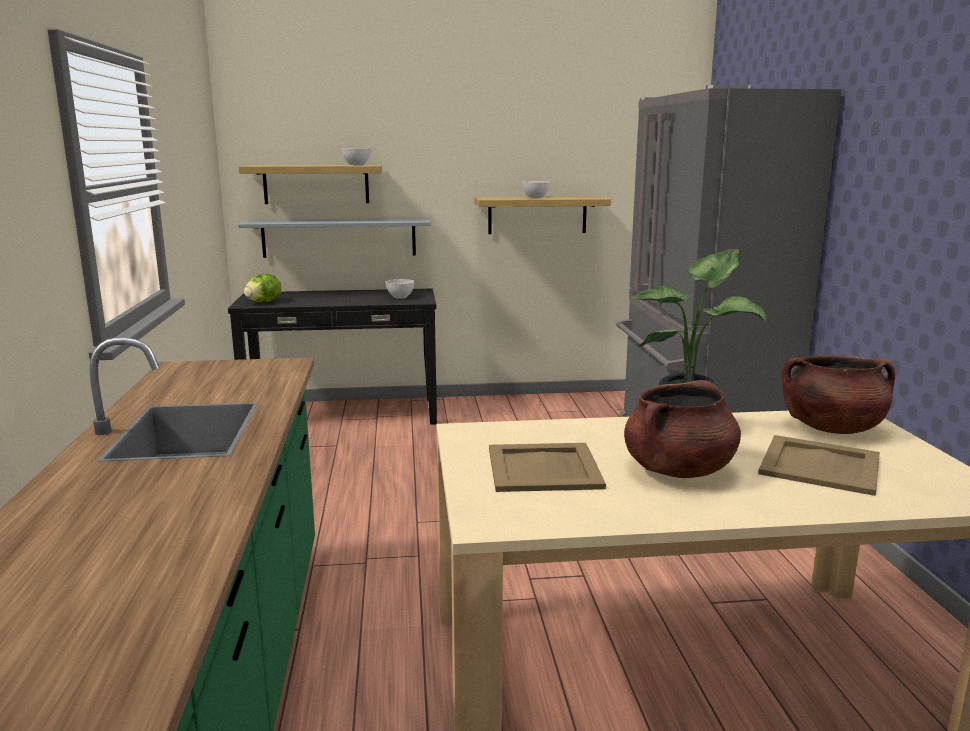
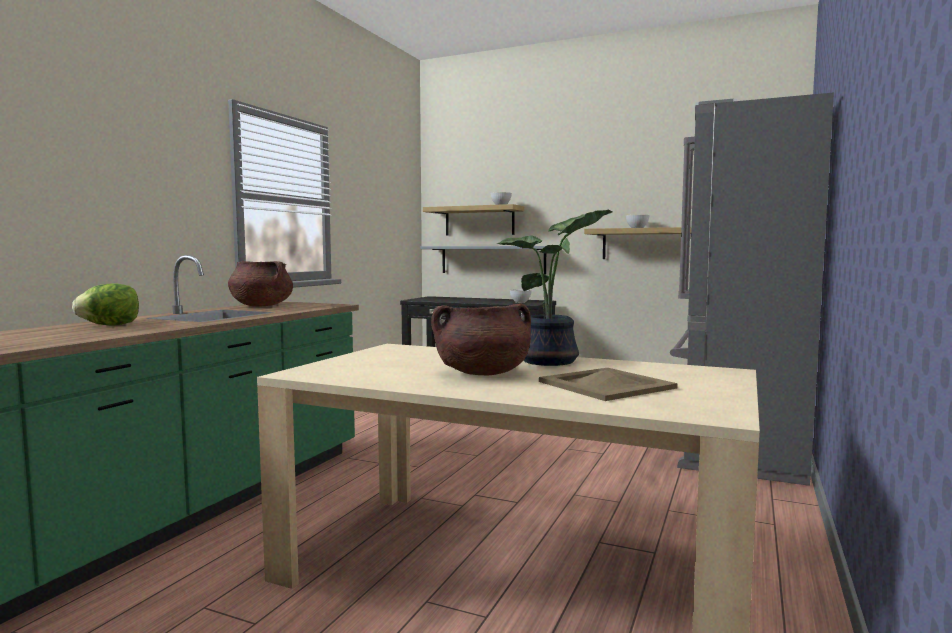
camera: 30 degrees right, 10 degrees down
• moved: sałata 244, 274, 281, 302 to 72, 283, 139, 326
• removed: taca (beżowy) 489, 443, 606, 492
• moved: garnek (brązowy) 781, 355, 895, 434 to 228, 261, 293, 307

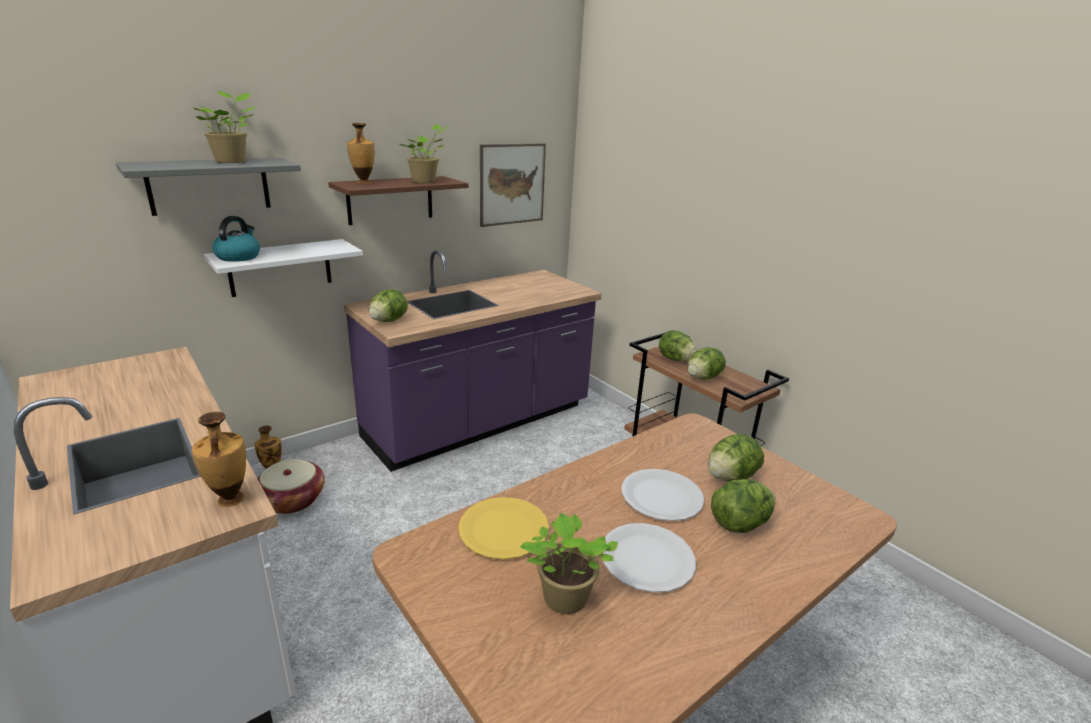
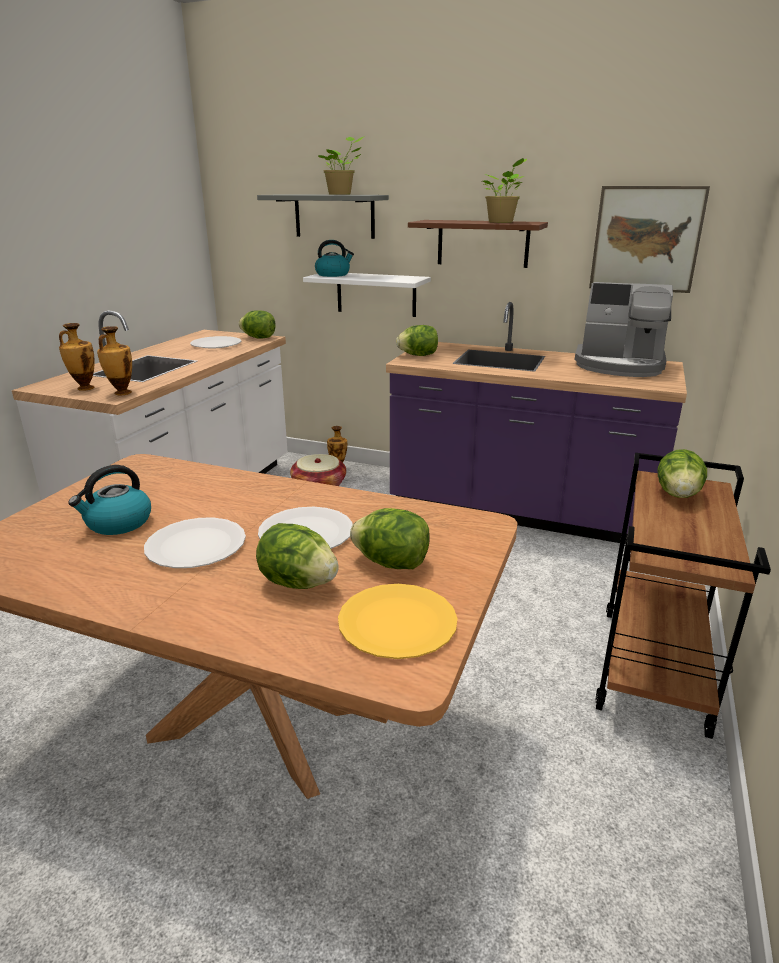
camera: 60 degrees right, 0 degrees up
• moved: wazon 347, 123, 374, 184 to 59, 323, 95, 391
• moved: talerz (żółty) 458, 497, 549, 559 to 338, 584, 457, 659
• replaced: roślina doniczkowa 520, 513, 618, 614 to czajnik 68, 465, 151, 535
• moved: sałata 688, 347, 726, 380 to 239, 310, 276, 338
• added: talerz (biały) 190, 336, 241, 349
• added: ekspres do kawy 575, 282, 673, 377

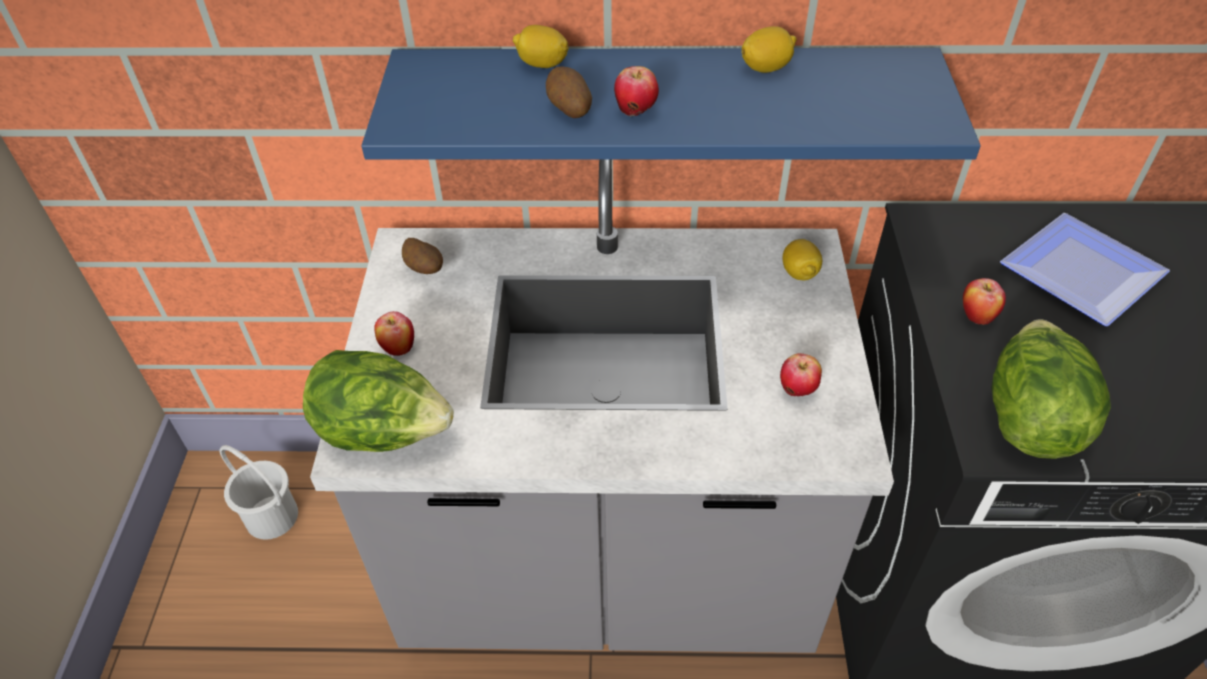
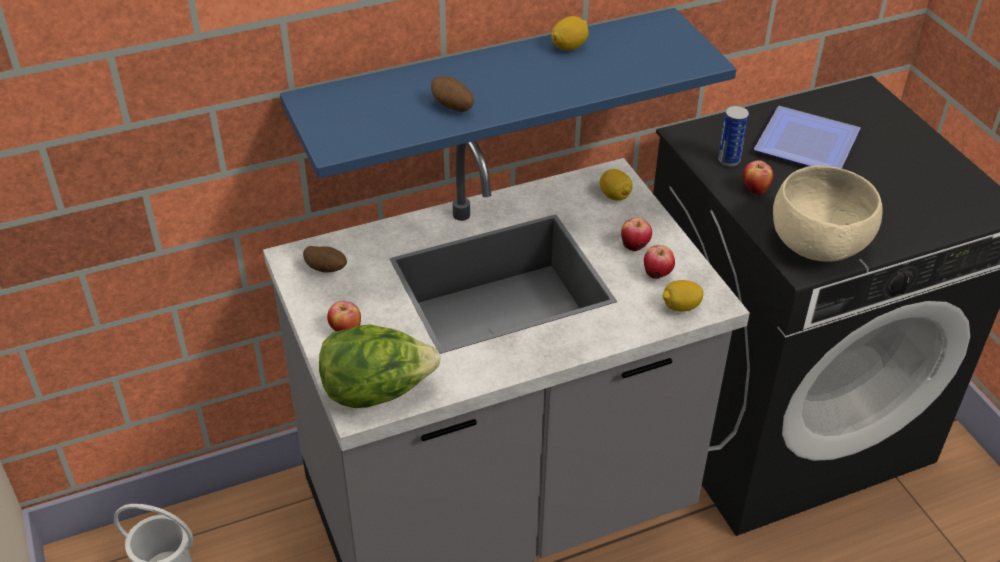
camera: 25 degrees left, 5 degrees down
• moved: cytryna 513, 25, 569, 68 to 663, 280, 704, 312
• moved: jabłko 614, 66, 659, 116 to 621, 217, 652, 251
• replaced: sałata 991, 319, 1111, 459 to miska (beżowy) 773, 165, 883, 262
• added: puszka 718, 106, 749, 166

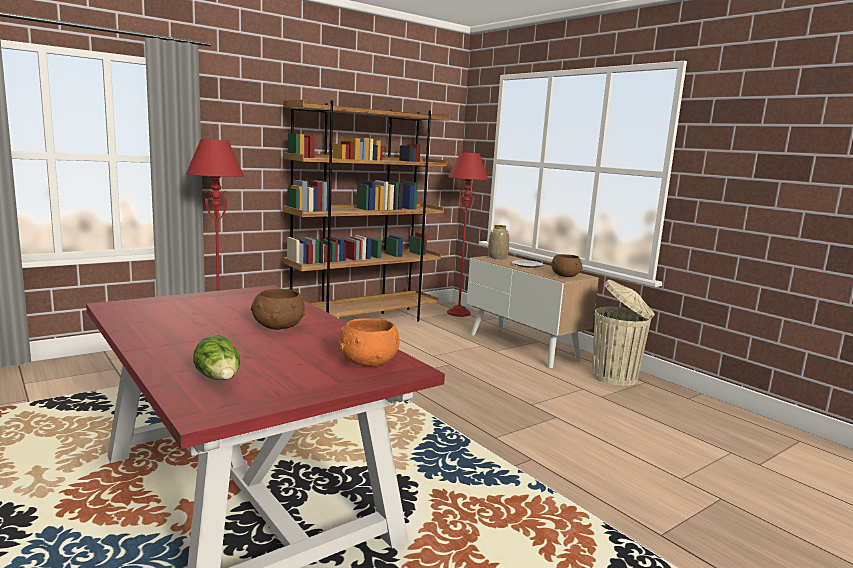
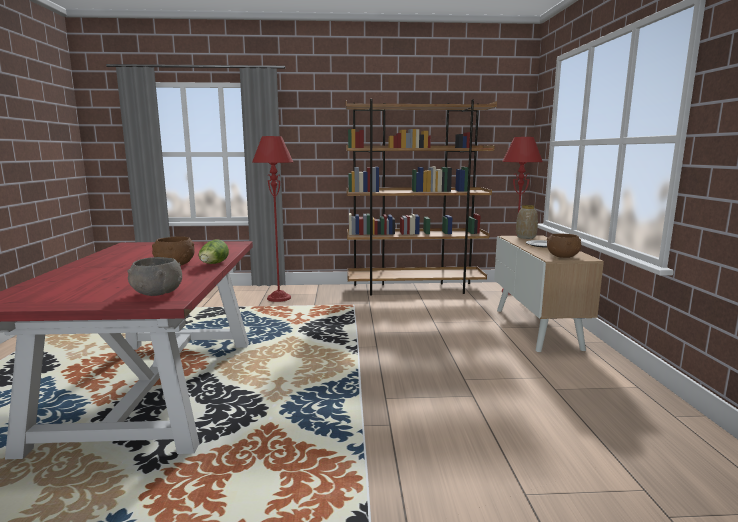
camera: 35 degrees right, 0 degrees up
• moved: sałata 193, 335, 240, 380 to 199, 239, 229, 264
• recoloured: miska (pomarańczowy) 339, 318, 400, 367 to miska (szary) 128, 257, 182, 296
• removed: kosz na śmieci (beżowy) 592, 279, 655, 386

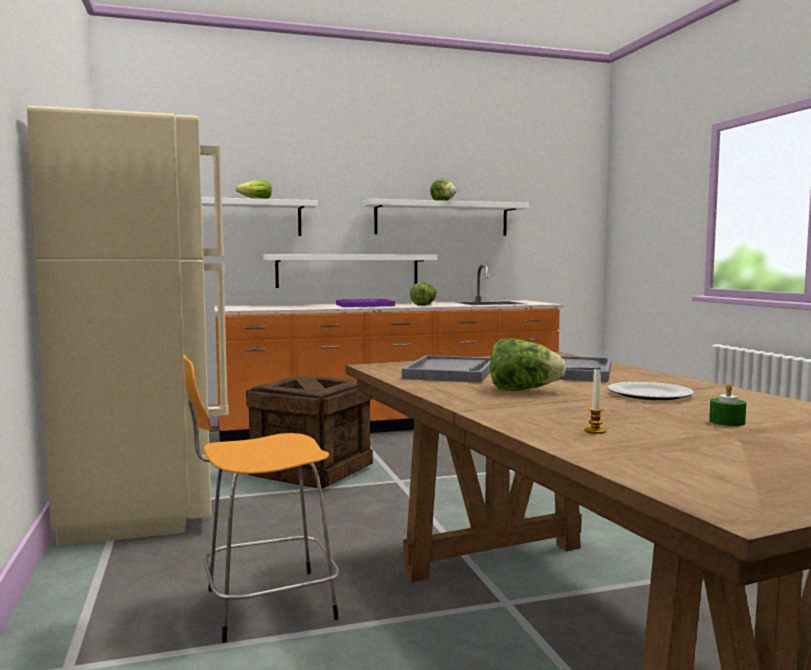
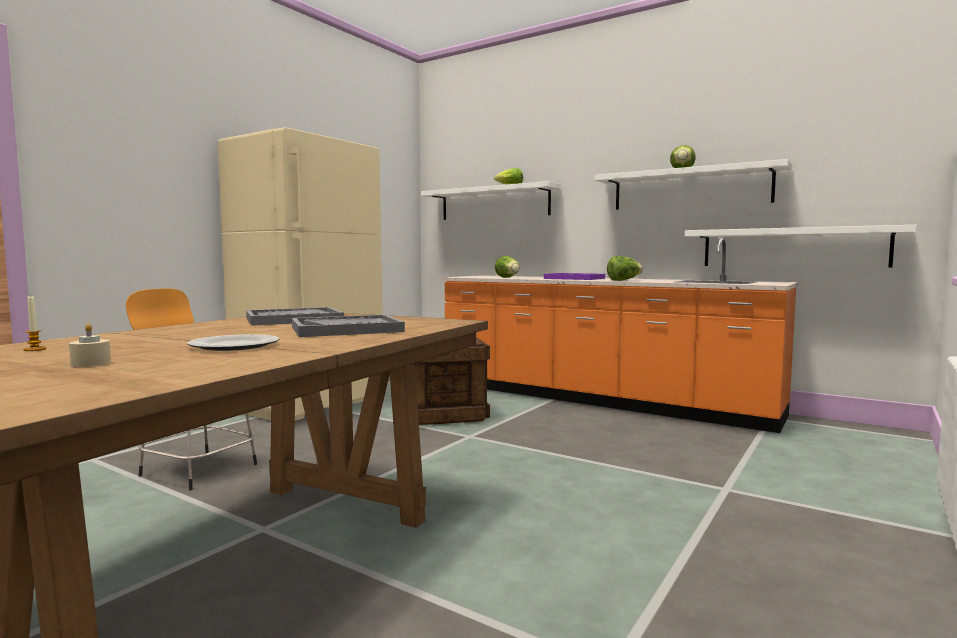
camera: 50 degrees right, 0 degrees up
• moved: półka (biały) 262, 254, 437, 288 to 685, 225, 917, 268
• moved: sałata 490, 339, 566, 391 to 495, 256, 520, 278
• recoloured: świeca (zielony) 709, 384, 746, 426 to świeca (beżowy) 69, 323, 111, 367

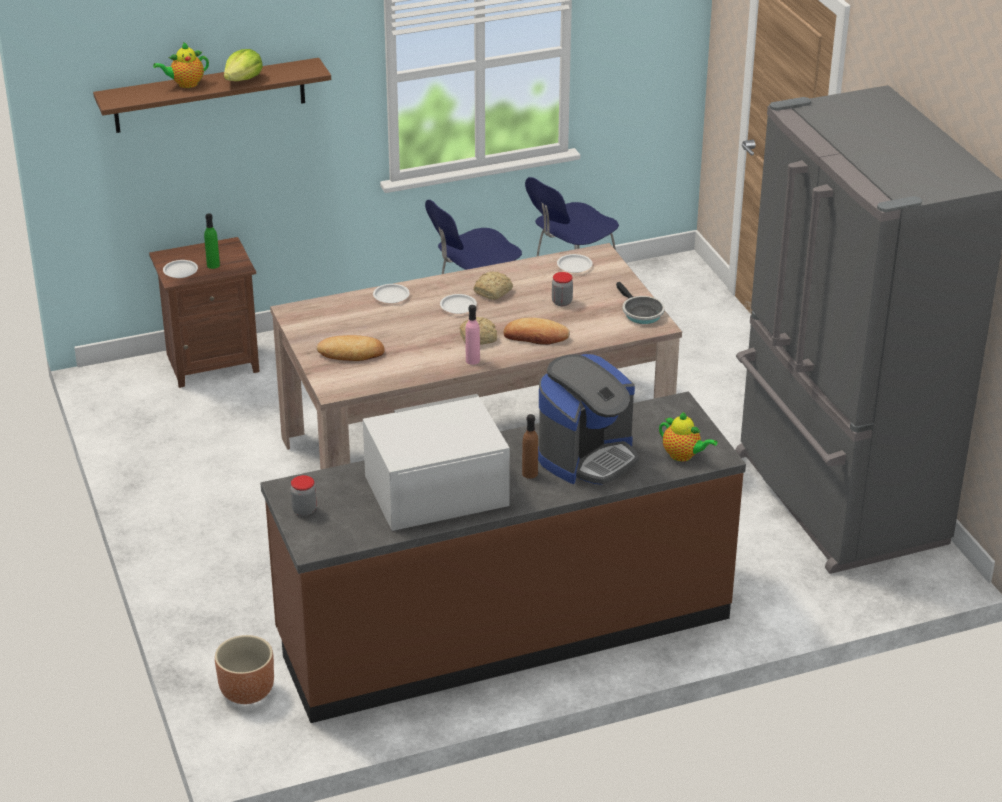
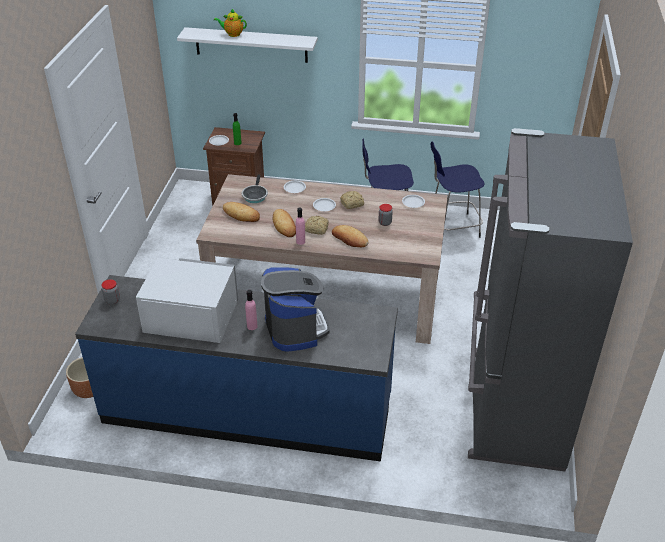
camera: 30 degrees right, 5 degrees up
• recoloured: półka (brązowy) 93, 58, 331, 133 to półka (biały) 177, 27, 318, 63
• removed: sałata 224, 49, 263, 81
• recoloured: zabudowa kuchenna (brązowy) 261, 391, 746, 723 to zabudowa kuchenna (niebieski) 75, 275, 398, 462
• recoloured: butelka (brązowy) 522, 414, 538, 479 to butelka (różowy) 245, 290, 258, 330
• turned: ekspres do kawy 538, 354, 639, 485 = 261, 267, 329, 352 90 degrees counterclockwise
• moved: patelnia 616, 282, 665, 324 to 242, 175, 268, 203
• removed: imbryk 659, 412, 718, 462
• added: chleb 273, 209, 296, 237

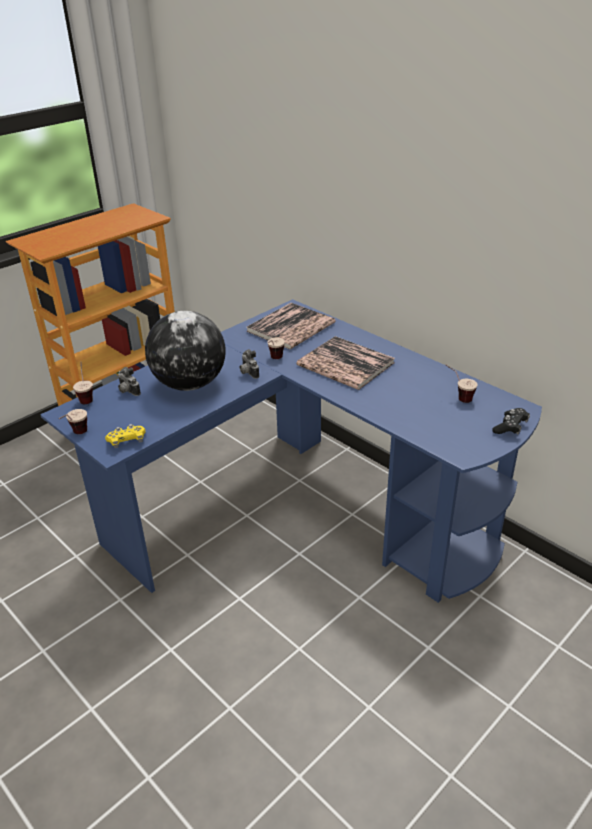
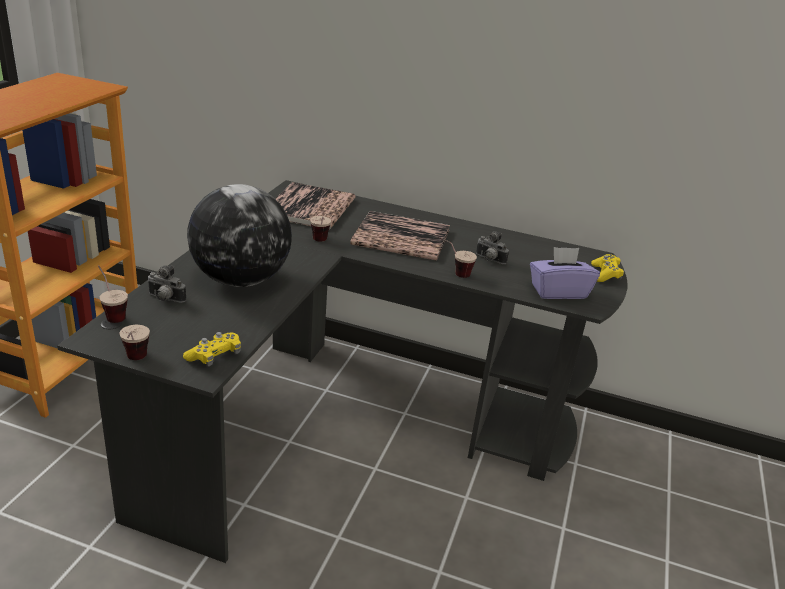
camera: 30 degrees left, 5 degrees down
• recoloured: biurko (niebieski) 40, 299, 542, 603 to biurko (czarny) 57, 180, 628, 563
• moved: aparat fotograficzny 240, 349, 259, 379 to 476, 231, 509, 264
• moved: filiżanka 446, 365, 478, 403 to 439, 237, 477, 278
• recoloured: pad do gier (czarny) 492, 408, 530, 435 to pad do gier (żółty) 591, 254, 624, 282
• added: pudełko chusteczek (fioletowy) 530, 247, 600, 299

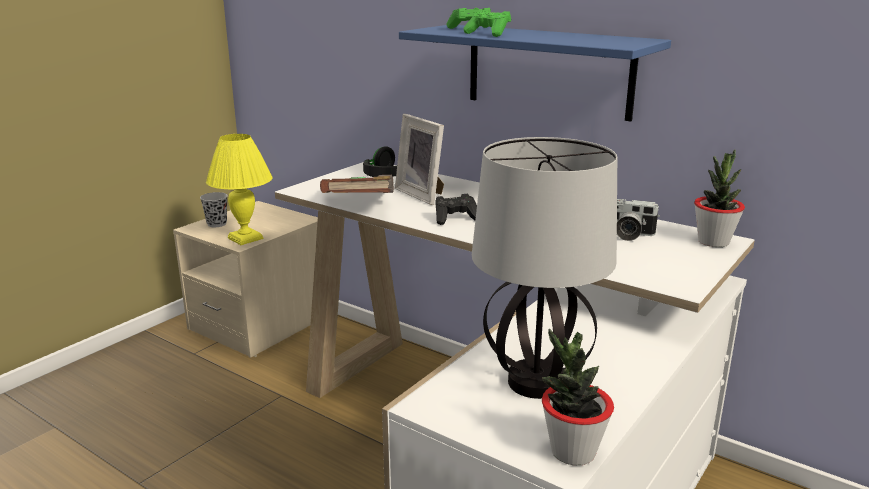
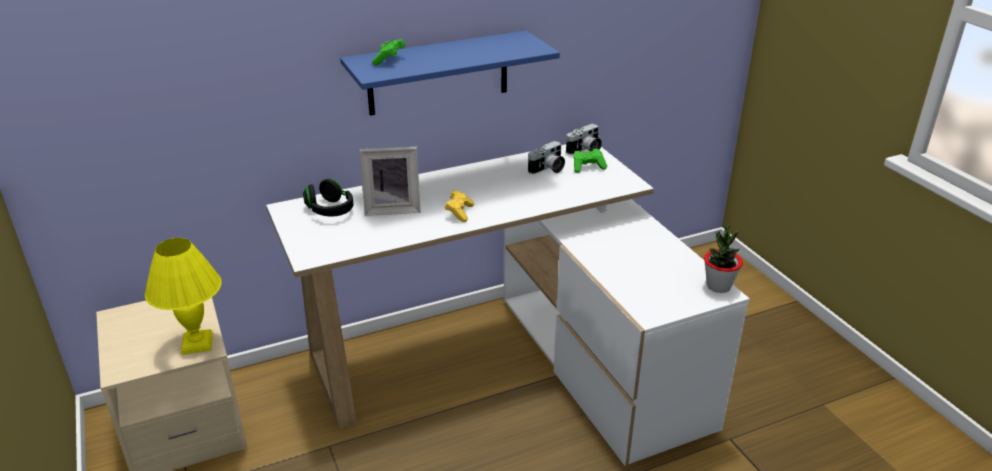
camera: 60 degrees left, 10 degrees up
• removed: filiżanka (czarny) 200, 192, 228, 227
• removed: książka (brązowy) 320, 175, 394, 193
• recoloured: pad do gier (czarny) 435, 194, 477, 225 to pad do gier (żółty) 445, 191, 474, 222
• moved: pad do gier (zielony) 463, 10, 511, 37 to 573, 148, 607, 173
• removed: lampa stołowa 472, 137, 617, 399
• replaced: roślina doniczkowa 694, 149, 745, 247 to aparat fotograficzny 566, 124, 602, 155

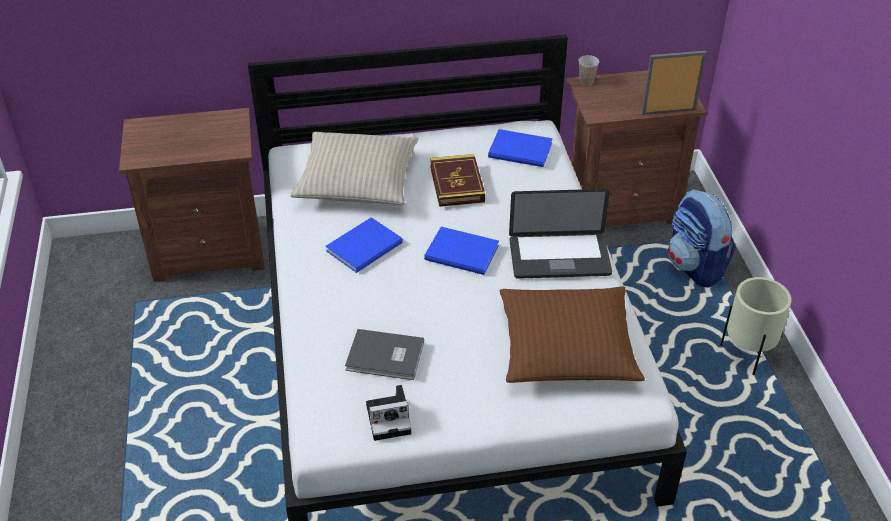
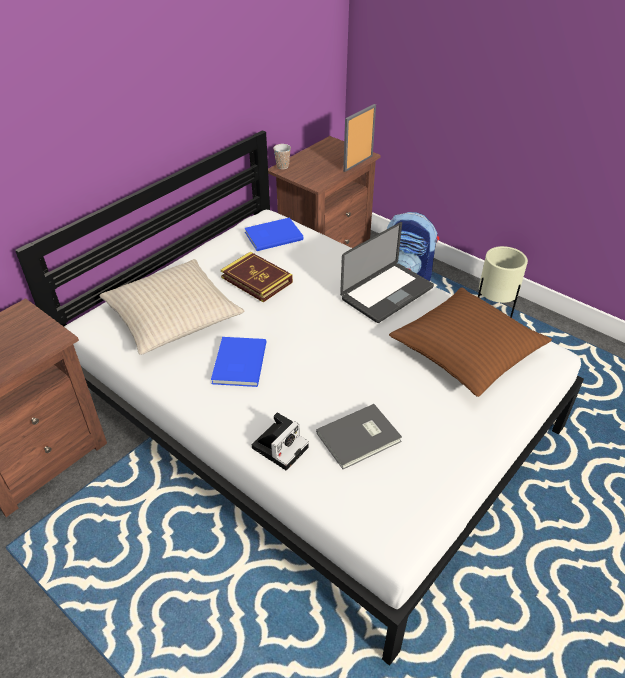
camera: 40 degrees left, 0 degrees up
• moved: aparat fotograficzny 366, 385, 411, 441 to 252, 413, 309, 470
• removed: książka (niebieski) 424, 227, 499, 275

